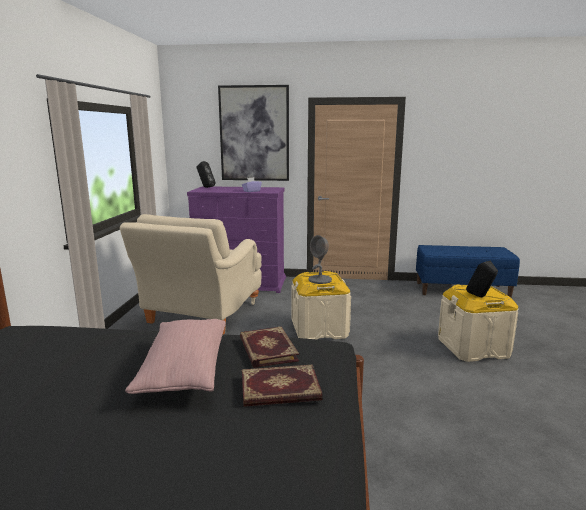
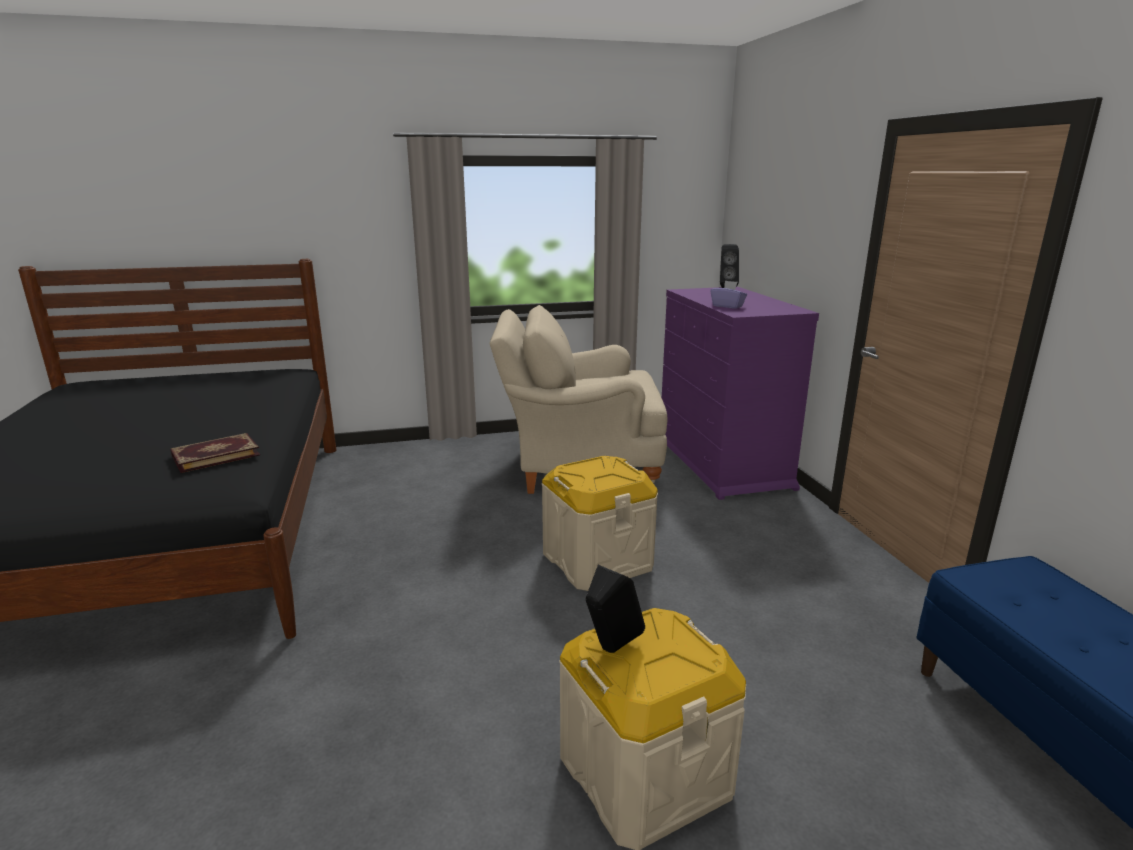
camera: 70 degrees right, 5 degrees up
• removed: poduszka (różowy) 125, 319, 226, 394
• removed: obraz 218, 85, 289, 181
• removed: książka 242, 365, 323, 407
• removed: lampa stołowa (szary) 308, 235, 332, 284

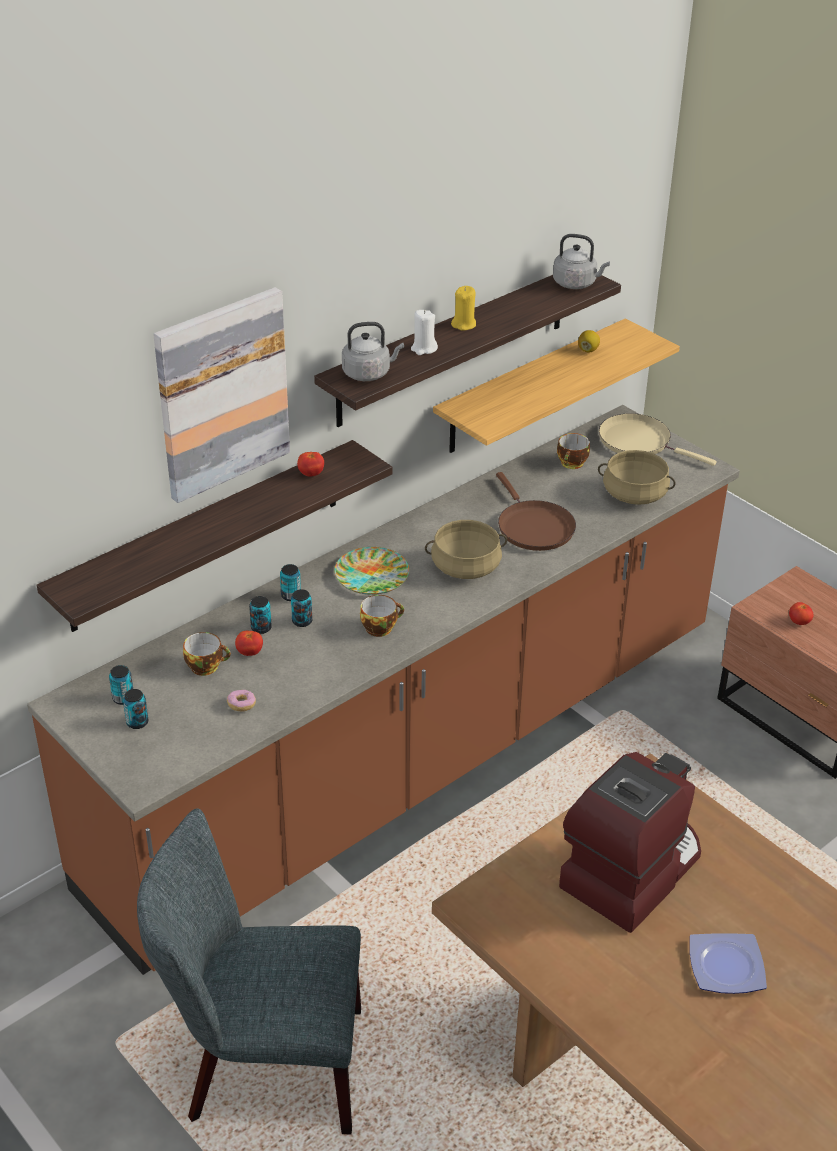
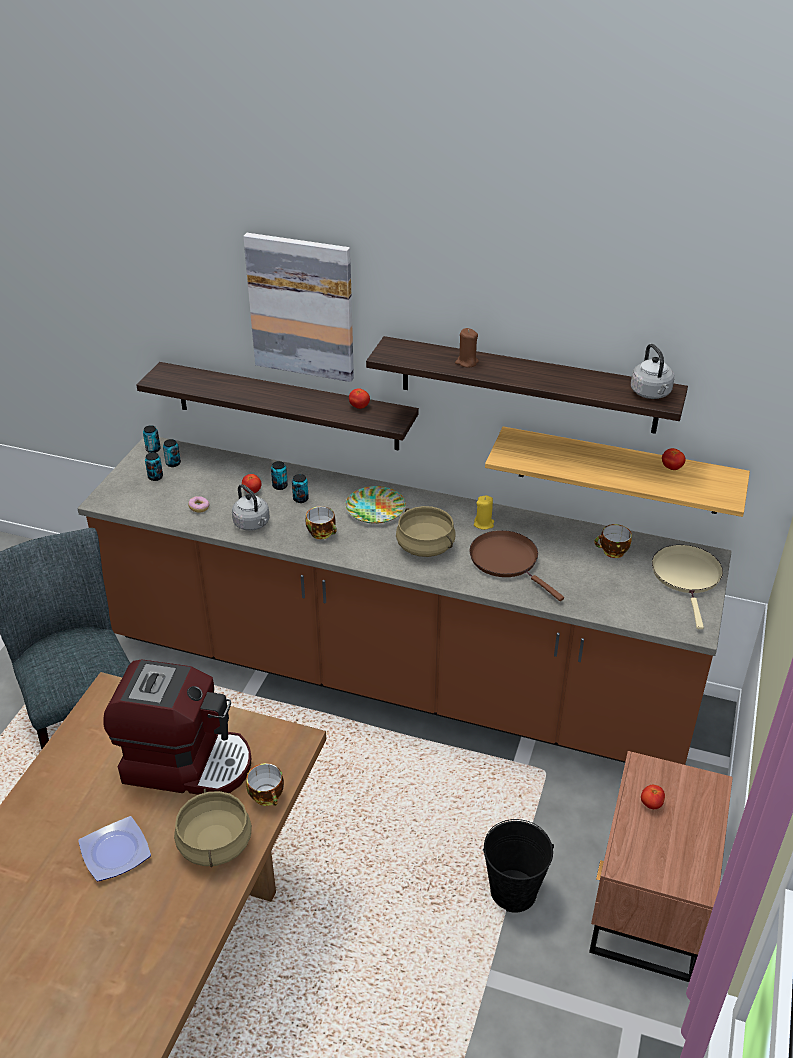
camera: 60 degrees right, 0 degrees up
• moved: filiżanka 183, 632, 231, 676 to 246, 763, 284, 806
• moved: puszka 280, 564, 301, 601 to 143, 425, 161, 453
• moved: czajnik (szary) 342, 322, 404, 381 to 232, 484, 270, 531
• recoloured: świeca (biały) 411, 310, 438, 355 to świeca (brązowy) 455, 328, 479, 368
• moved: świeca (żółty) 451, 286, 476, 330 to 474, 496, 494, 530
• turned: patelnia (brązowy) 496, 472, 576, 551 = 469, 530, 564, 601 105 degrees clockwise
• replaced: cytryna 578, 330, 600, 353 to pomidor 662, 448, 685, 470
• moved: garnek (beżowy) 598, 450, 676, 505 to 174, 789, 252, 867
• added: wiadro (czarny) 483, 819, 554, 913

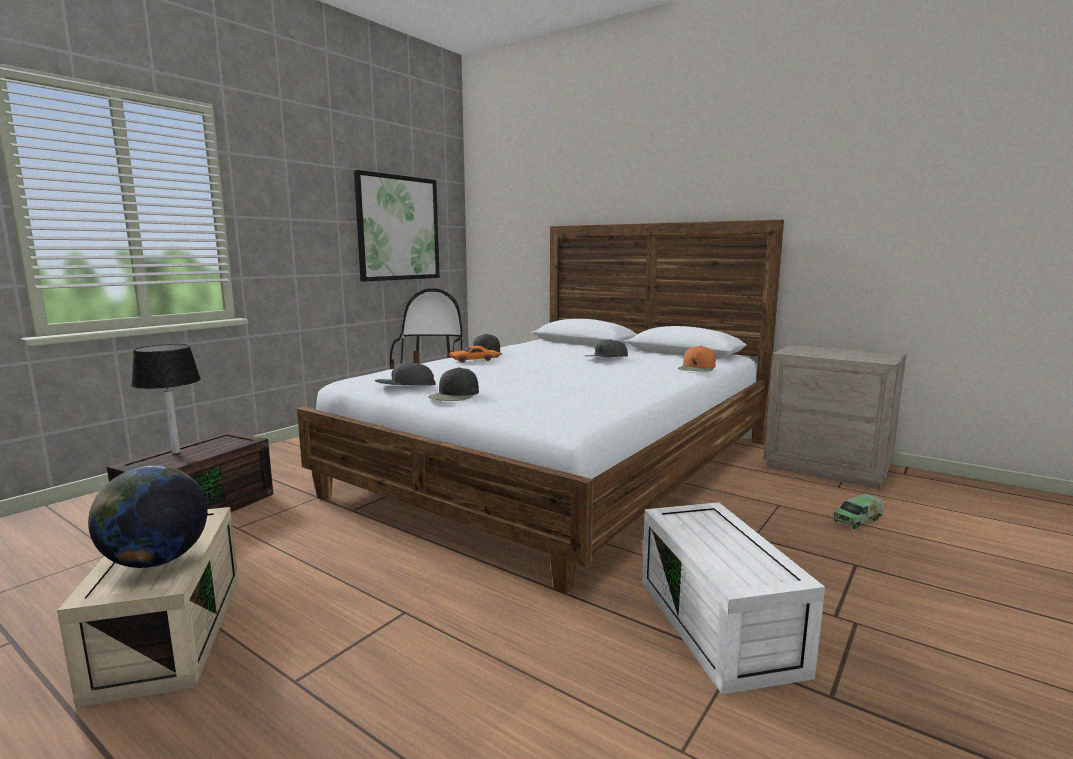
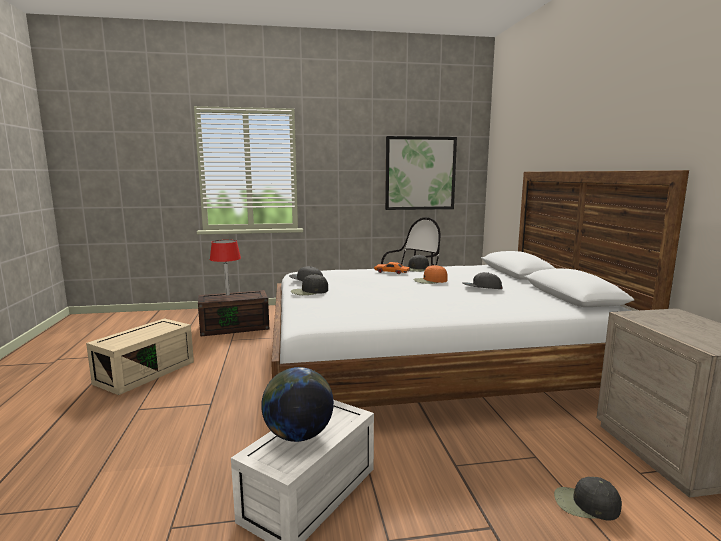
camera: 45 degrees right, 0 degrees up
• moved: globus 88, 465, 207, 568 to 261, 367, 334, 442
• recoloured: lampa stołowa (czarny) 131, 344, 201, 453 to lampa stołowa (czerwony) 210, 240, 241, 295
• moved: czapka z daszkiem (pomarańczowy) 678, 346, 716, 372 to 413, 265, 448, 284
• replaced: ciężarówka zabawkowa 833, 494, 884, 529 to czapka z daszkiem (czarny) 554, 477, 622, 520

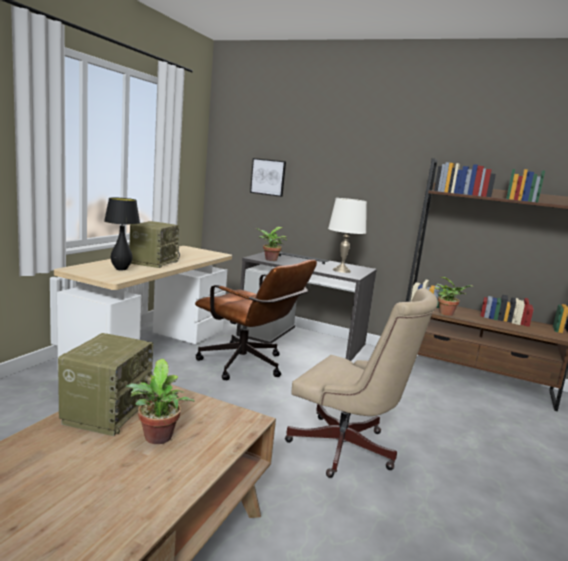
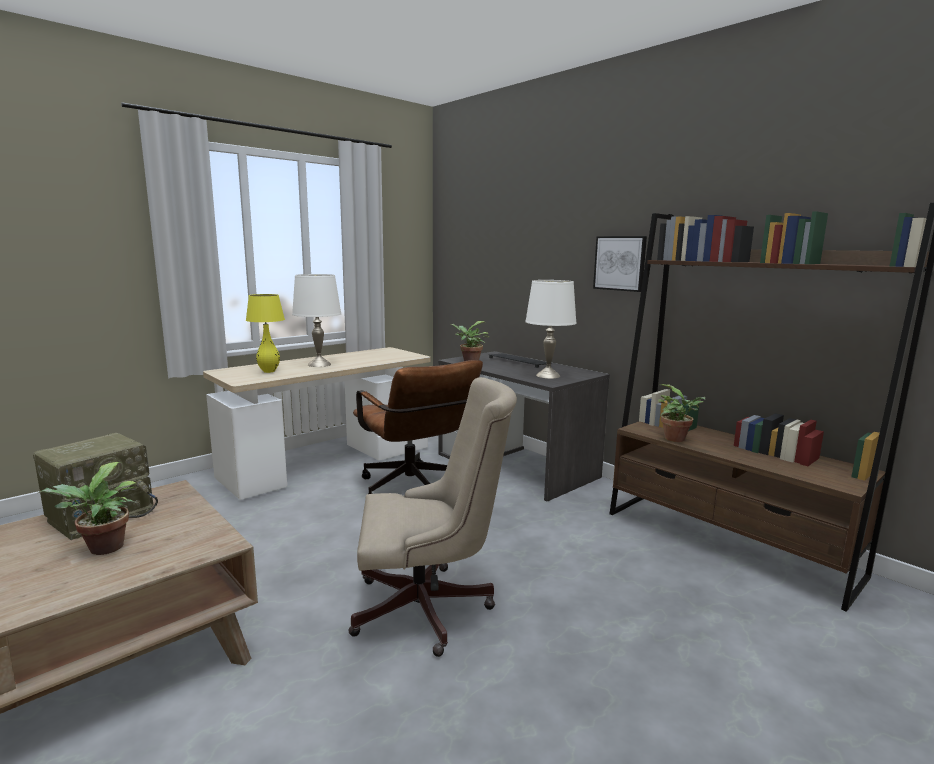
camera: 25 degrees right, 0 degrees up
• recoloured: lampa stołowa (czarny) 104, 198, 140, 270 to lampa stołowa (żółty) 246, 294, 285, 373
• replaced: radio 130, 221, 180, 268 to lampa stołowa (biały) 292, 274, 341, 367
• moved: obraz 250, 158, 286, 197 to 593, 236, 647, 292
• turned: krzesło biurowe (beżowy) 285, 288, 438, 478 = 349, 377, 517, 657 60 degrees counterclockwise

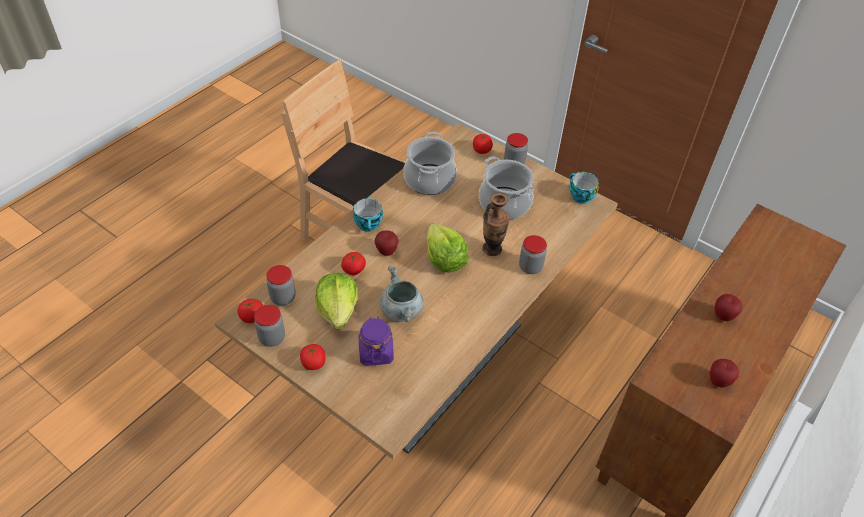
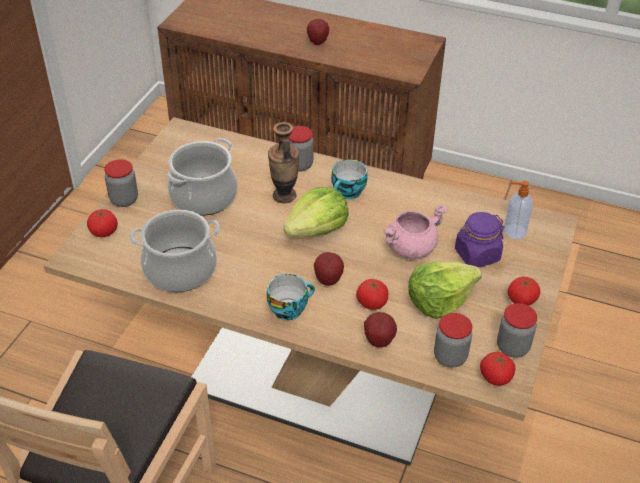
camera: 105 degrees left, 5 degrees down
• recoloured: garnek (szary) 379, 266, 424, 322 to garnek (różowy) 384, 204, 448, 259
• moved: filiżanka 570, 172, 599, 204 to 331, 159, 368, 199
• moved: jabłko 710, 359, 739, 388 to 364, 312, 397, 347
• added: dozownik mydła 504, 181, 533, 239

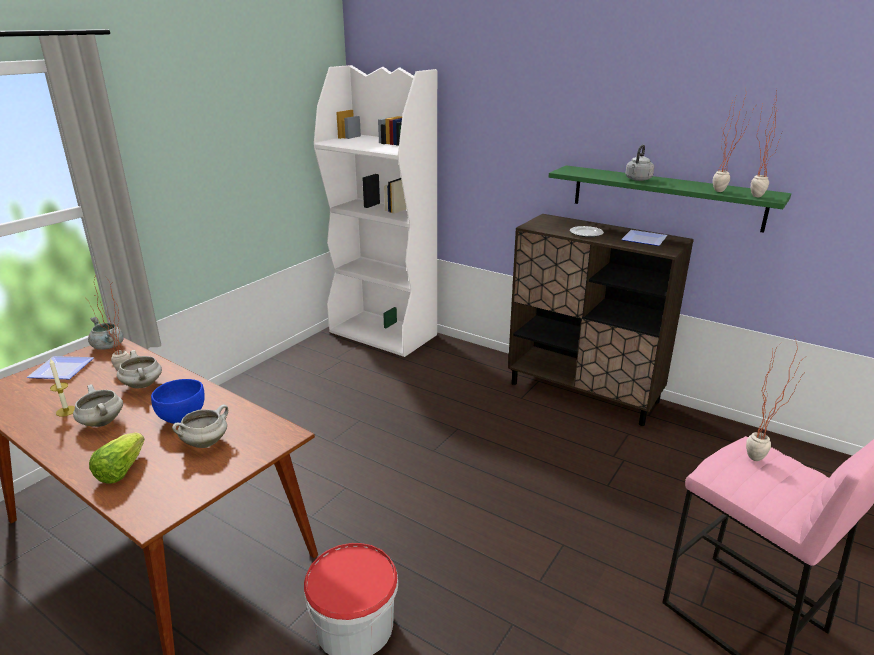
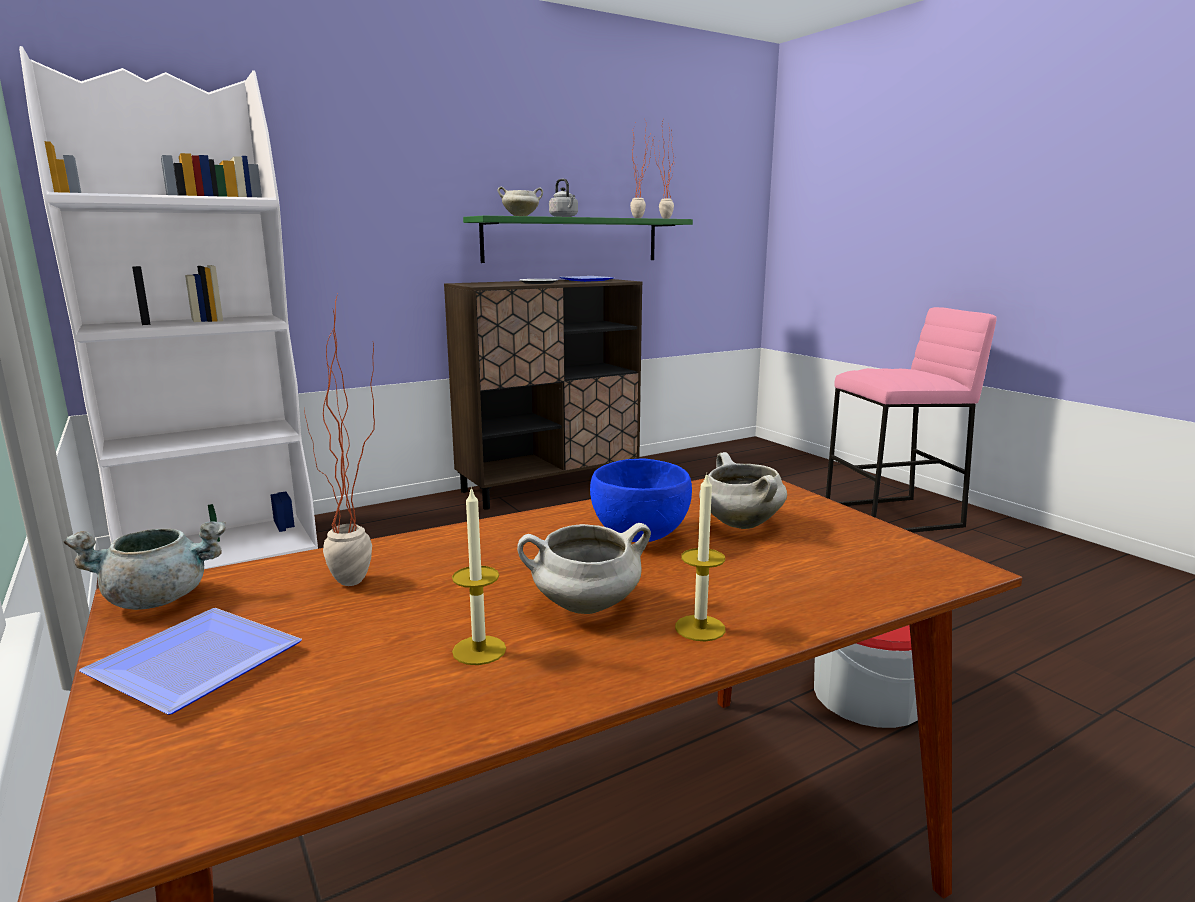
camera: 65 degrees left, 10 degrees down
• removed: sałata 89, 433, 145, 484
• moved: garnek (biały) 117, 350, 162, 389 to 498, 187, 543, 216
• removed: roślina doniczkowa 746, 339, 807, 461
• added: świeca 675, 474, 726, 641

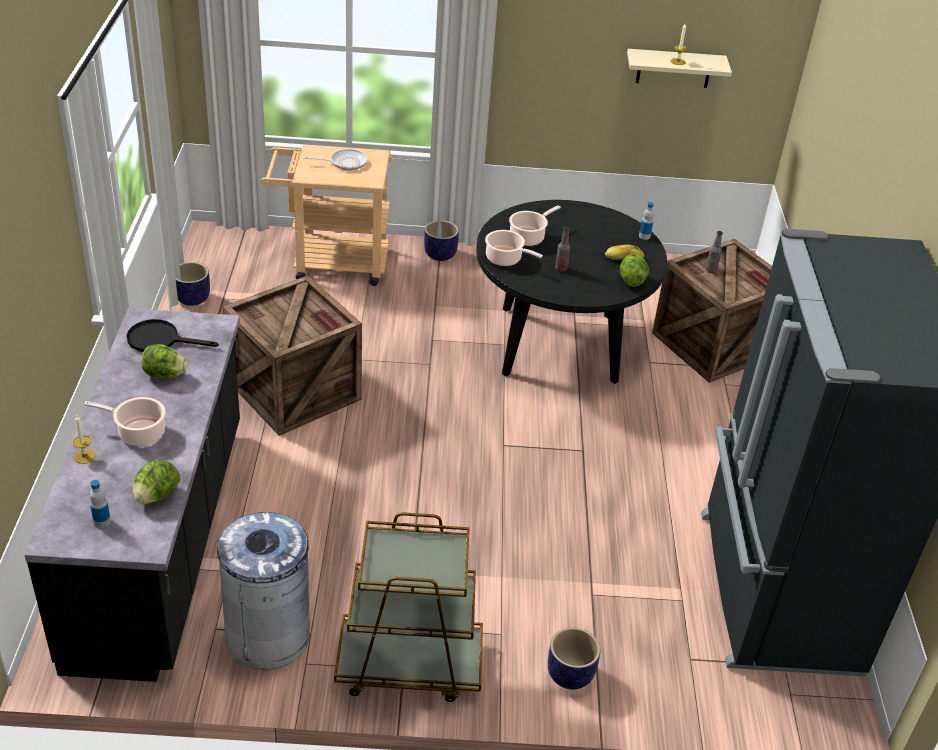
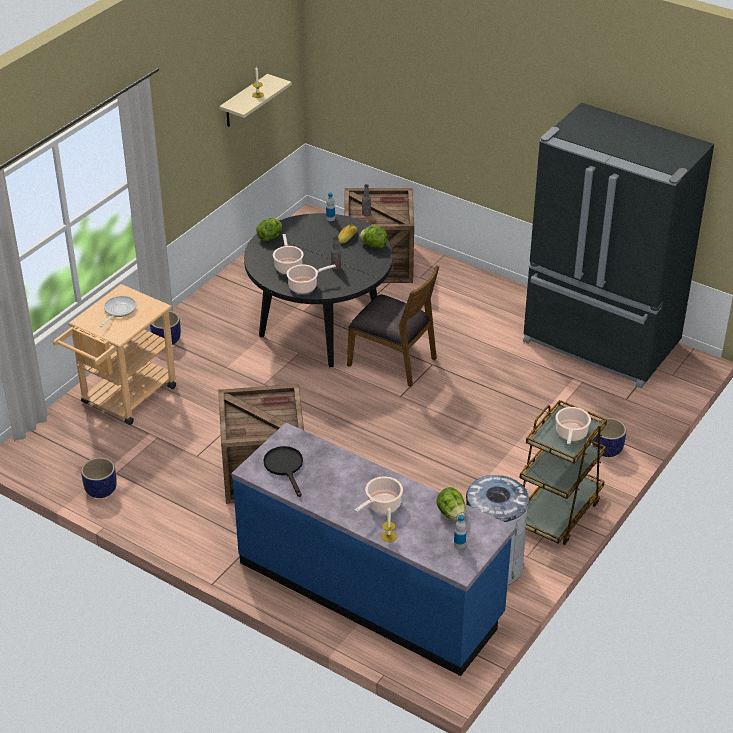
camera: 55 degrees left, 0 degrees up
• recoloured: zabudowa kuchenna (czarny) 24, 308, 240, 682 to zabudowa kuchenna (niebieski) 231, 423, 516, 676
• turned: patelnia (czarny) 127, 319, 219, 352 = 263, 446, 303, 497 120 degrees clockwise
• moved: sałata 142, 344, 188, 379 to 256, 218, 282, 241
• added: krzesło (brązowy) 347, 265, 439, 387
• added: garnek 556, 407, 591, 444

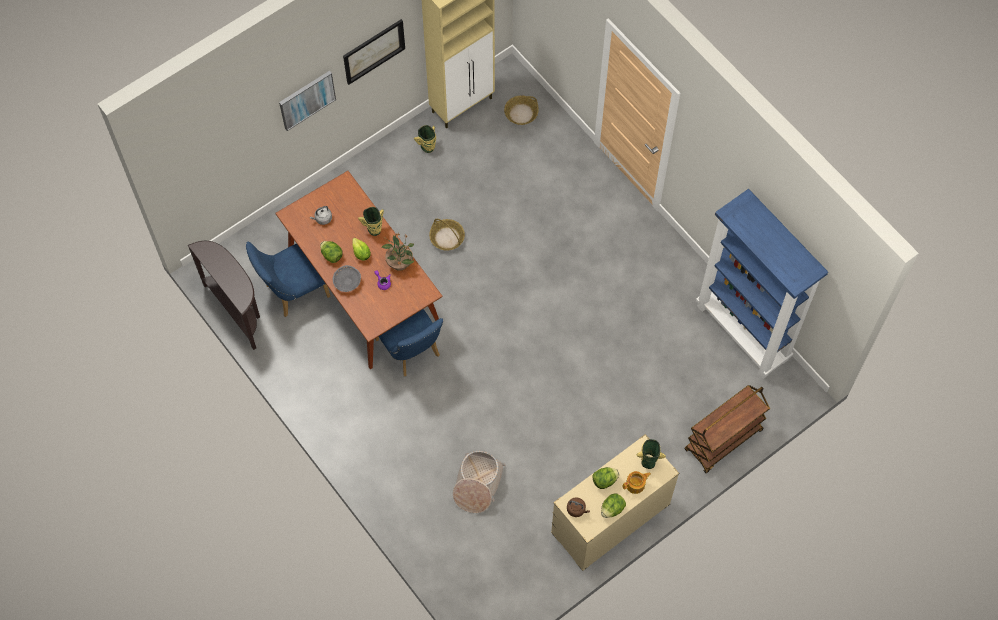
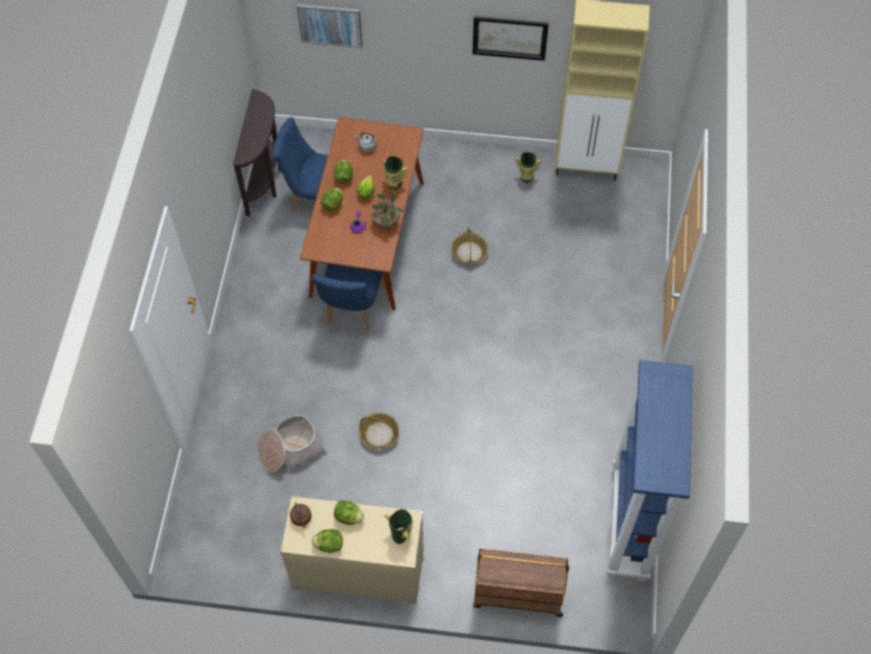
camera: 45 degrees right, 5 degrees down
• moved: obraz 279, 71, 336, 131 to 297, 4, 362, 48
• replaced: miska (szary) 333, 265, 361, 292 to sałata 321, 187, 343, 211
• moved: koszyk 504, 96, 538, 125 to 359, 413, 399, 449
• removed: imbryk 623, 471, 651, 494

